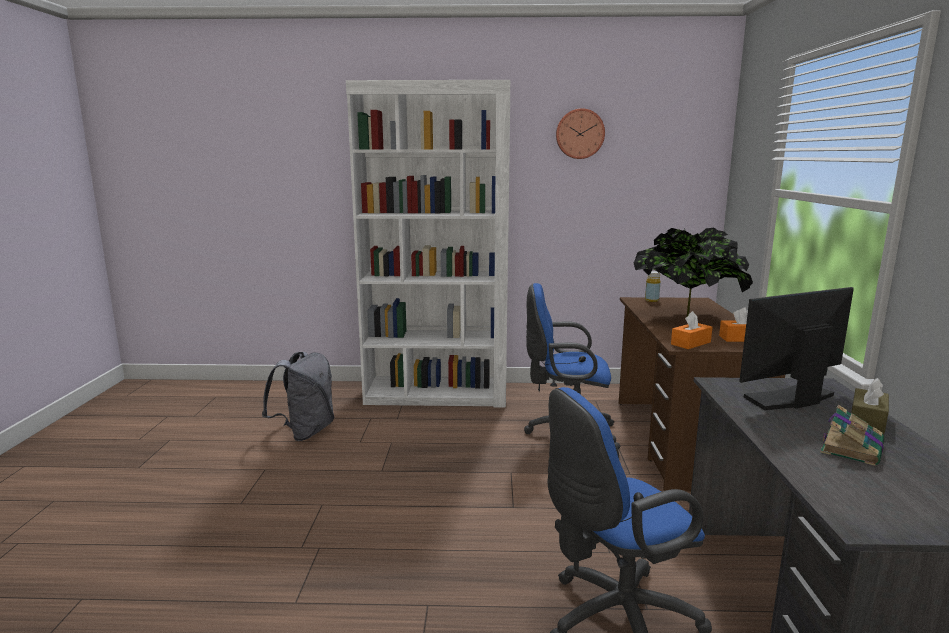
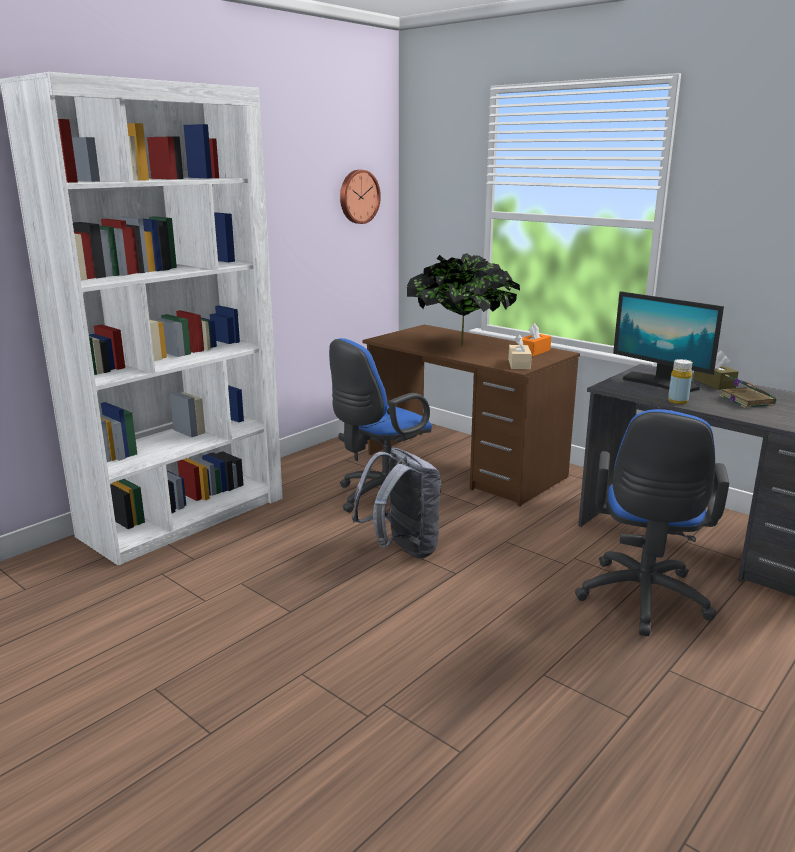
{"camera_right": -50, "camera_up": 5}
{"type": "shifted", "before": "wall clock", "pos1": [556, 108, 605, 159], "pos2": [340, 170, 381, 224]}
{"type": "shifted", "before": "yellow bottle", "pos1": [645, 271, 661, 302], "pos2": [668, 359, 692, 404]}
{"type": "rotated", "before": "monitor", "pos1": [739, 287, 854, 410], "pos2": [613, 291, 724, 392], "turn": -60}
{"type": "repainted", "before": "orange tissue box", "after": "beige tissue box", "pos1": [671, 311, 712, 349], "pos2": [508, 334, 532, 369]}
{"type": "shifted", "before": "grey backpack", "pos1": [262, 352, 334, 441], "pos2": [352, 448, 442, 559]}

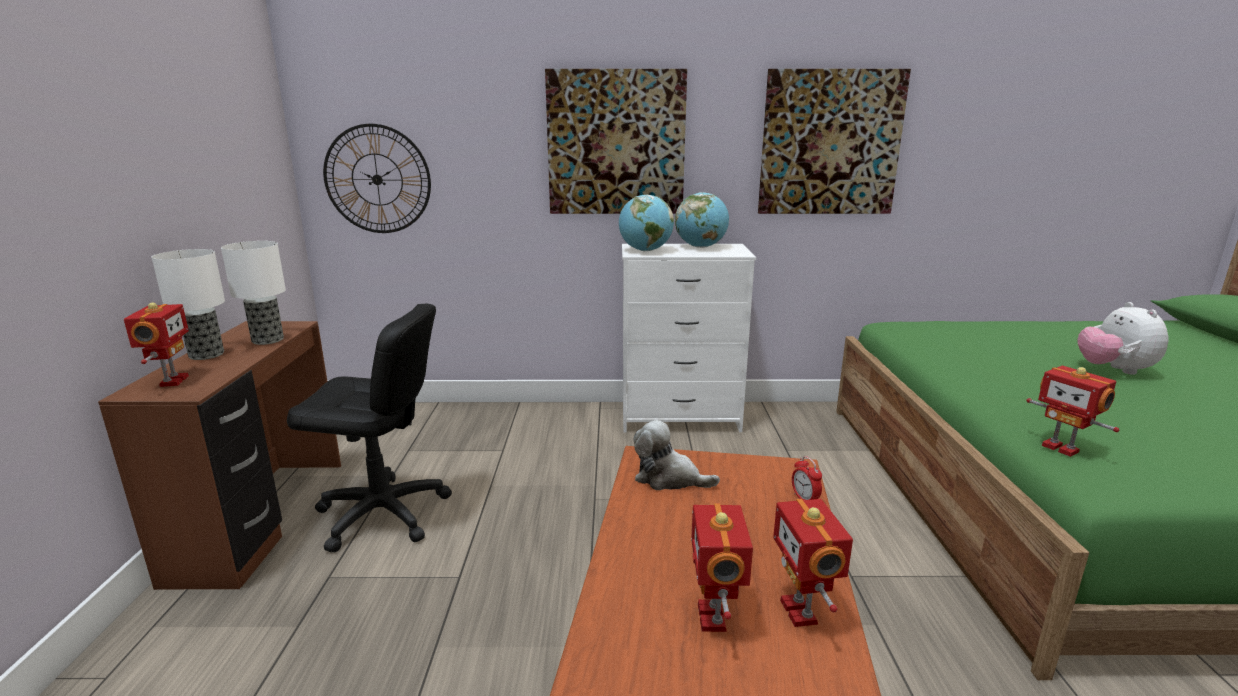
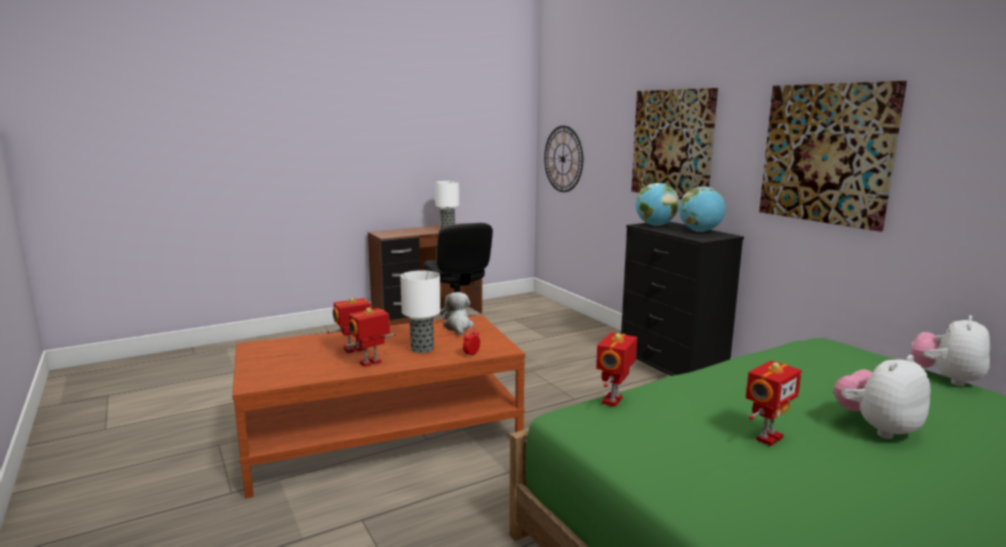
{"camera_right": 60, "camera_up": -5}
{"type": "repainted", "before": "white dresser", "after": "black dresser", "pos1": [622, 244, 756, 433], "pos2": [621, 221, 744, 376]}
{"type": "shifted", "before": "table lamp", "pos1": [152, 249, 225, 360], "pos2": [400, 270, 441, 353]}
{"type": "shifted", "before": "toy robot", "pos1": [124, 302, 189, 387], "pos2": [746, 361, 802, 446]}
{"type": "new", "after": "plush toy", "pos2": [911, 315, 990, 386]}

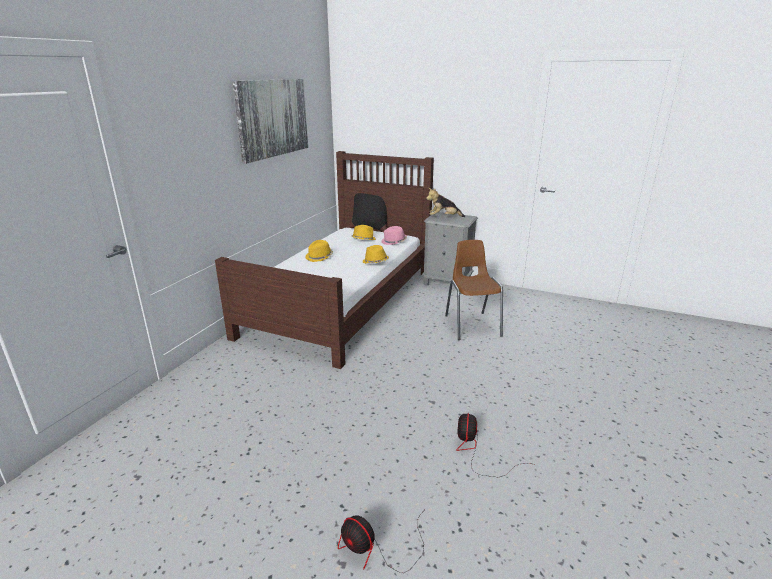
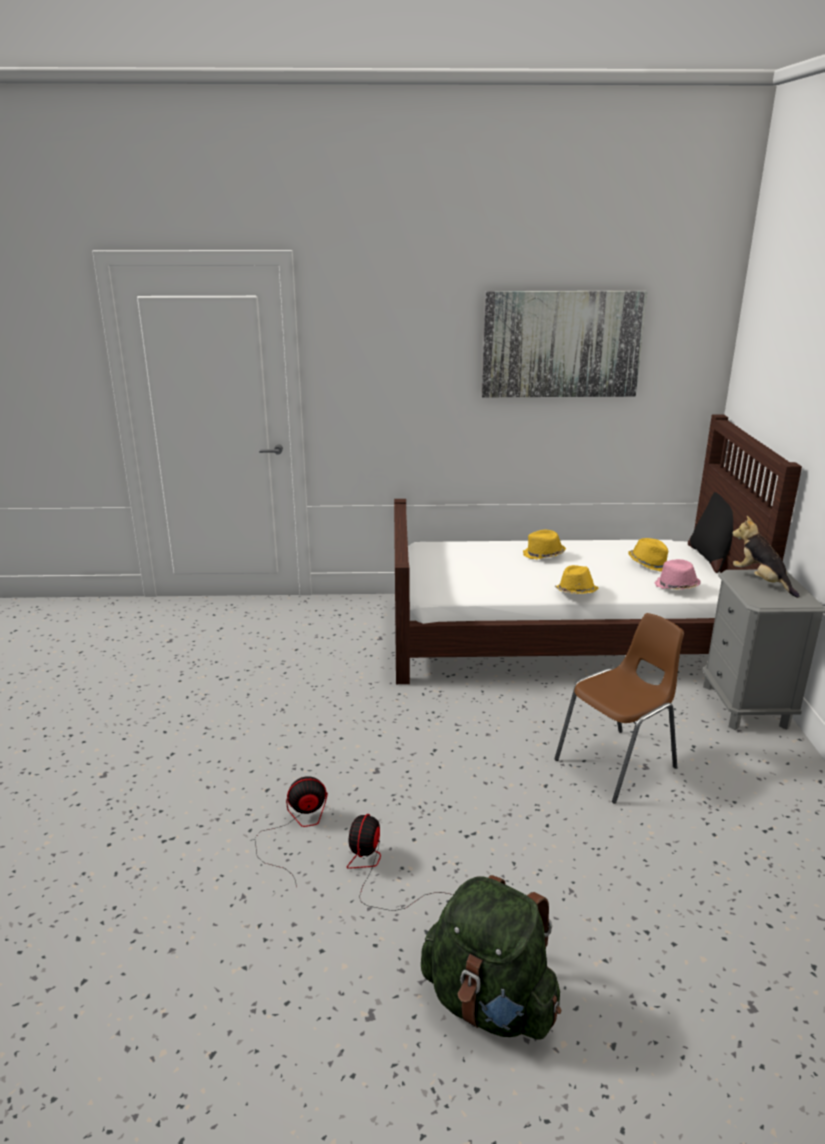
{"camera_right": 65, "camera_up": 0}
{"type": "shifted", "before": "fan", "pos1": [338, 512, 424, 573], "pos2": [347, 814, 454, 911]}
{"type": "new", "after": "green backpack", "pos2": [421, 875, 562, 1040]}

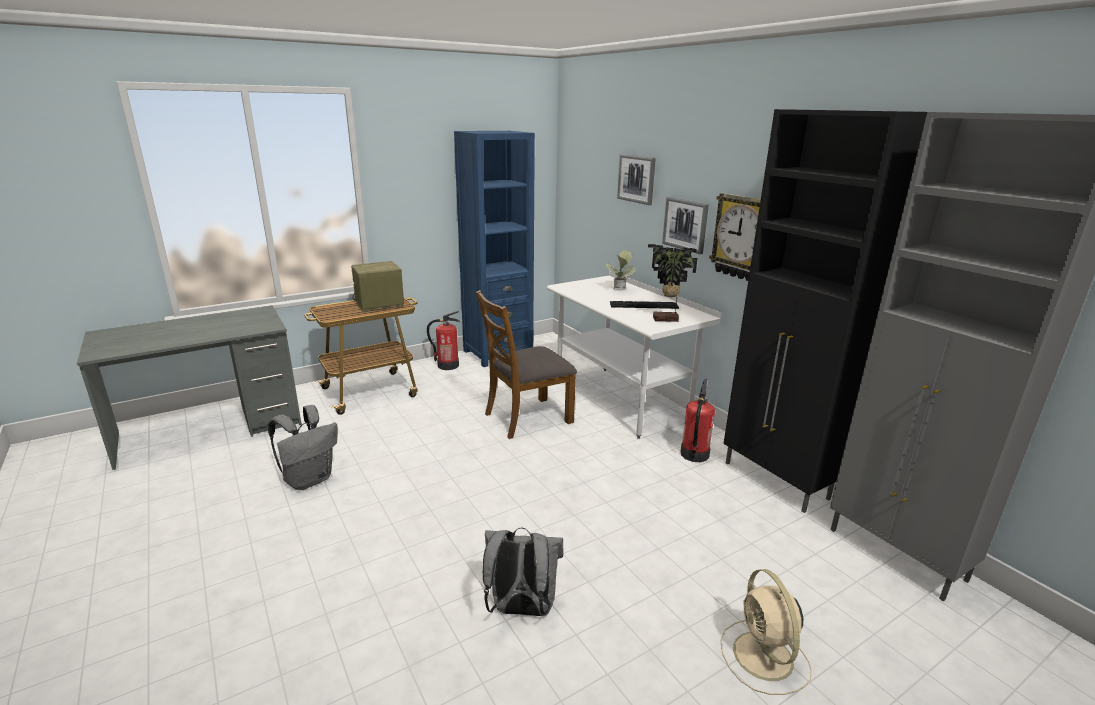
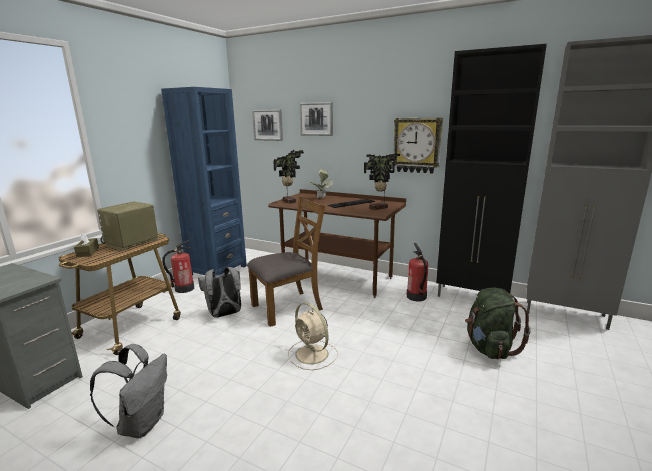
{"camera_right": -30, "camera_up": -5}
{"type": "shifted", "before": "picture", "pos1": [662, 197, 709, 254], "pos2": [252, 109, 283, 141]}
{"type": "repainted", "before": "white desk", "after": "brown desk", "pos1": [547, 271, 721, 439], "pos2": [268, 189, 406, 298]}
{"type": "rotated", "before": "brown chair", "pos1": [476, 290, 577, 439], "pos2": [247, 197, 325, 327], "turn": -150}
{"type": "shifted", "before": "grey backpack", "pos1": [483, 528, 563, 616], "pos2": [198, 267, 241, 318]}
{"type": "shifted", "before": "beige fan", "pos1": [720, 569, 812, 695], "pos2": [288, 303, 338, 370]}
{"type": "new", "after": "potted plant", "pos2": [273, 150, 304, 204]}
{"type": "new", "after": "brown tissue box", "pos2": [74, 232, 99, 257]}
{"type": "new", "after": "green backpack", "pos2": [465, 288, 531, 359]}

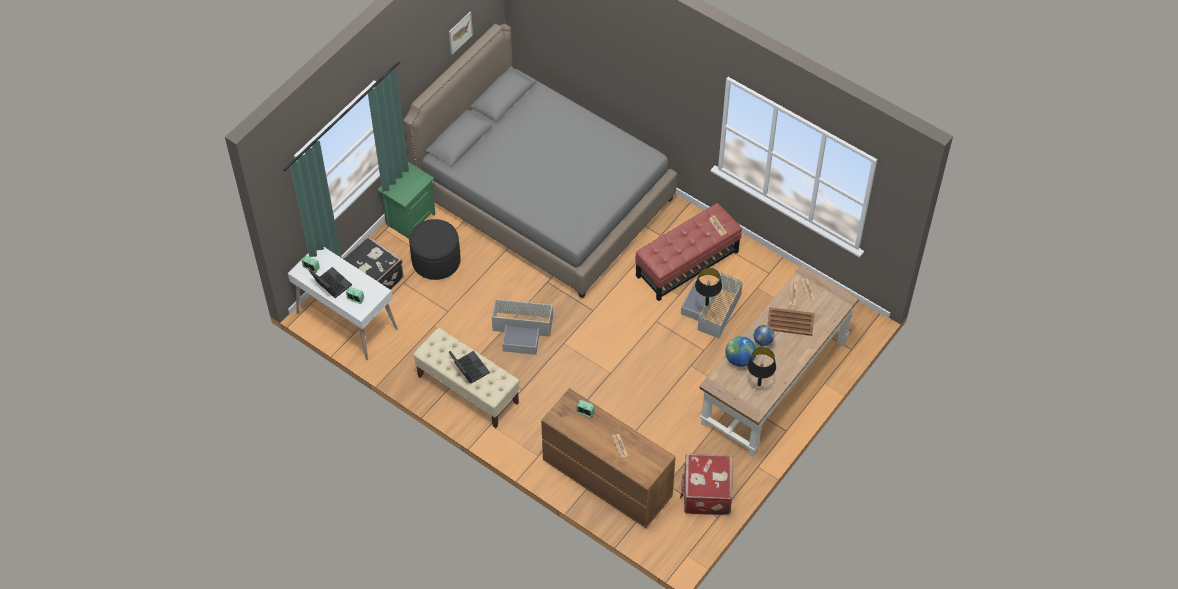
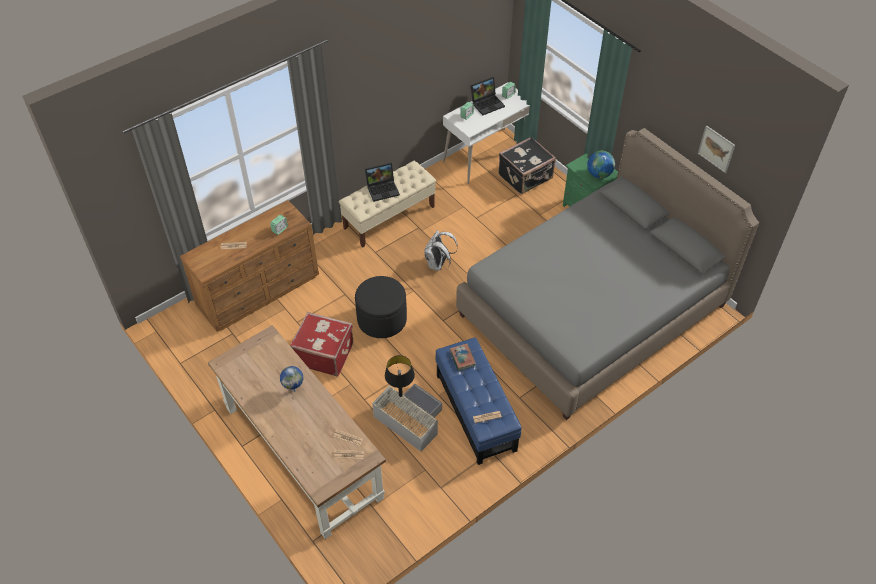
{"camera_right": 105, "camera_up": -5}
{"type": "repainted", "before": "red ottoman", "after": "blue ottoman", "pos1": [635, 203, 742, 301], "pos2": [435, 338, 522, 465]}
{"type": "shifted", "before": "black ottoman", "pos1": [409, 219, 461, 280], "pos2": [355, 276, 407, 338]}
{"type": "swapped", "before": "grey storage box", "after": "white backpack", "pos1": [492, 298, 553, 355], "pos2": [424, 230, 458, 271]}
{"type": "gone", "before": "brown tray", "pos1": [767, 307, 815, 336]}
{"type": "shifted", "before": "globe", "pos1": [726, 336, 756, 367], "pos2": [587, 151, 615, 178]}
{"type": "gone", "before": "black table lamp", "pos1": [747, 347, 776, 386]}
{"type": "shifted", "before": "red suitcase", "pos1": [680, 453, 733, 515], "pos2": [290, 312, 353, 376]}
{"type": "new", "after": "book", "pos2": [449, 344, 476, 371]}

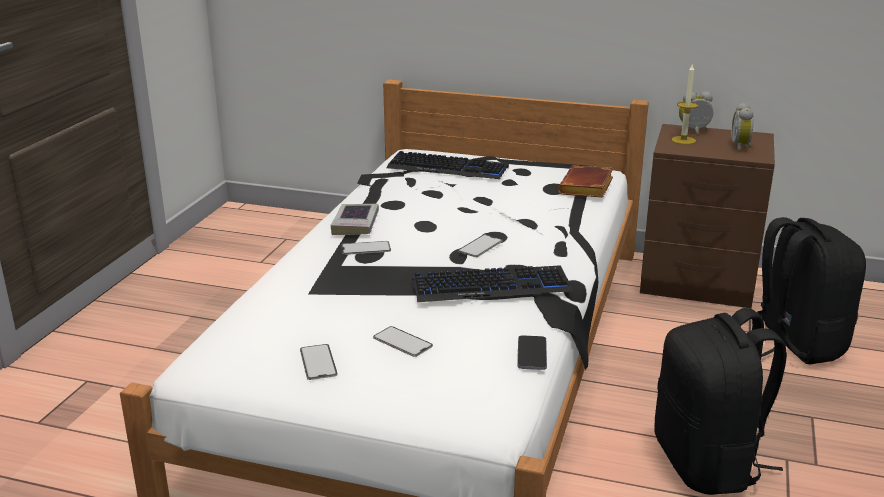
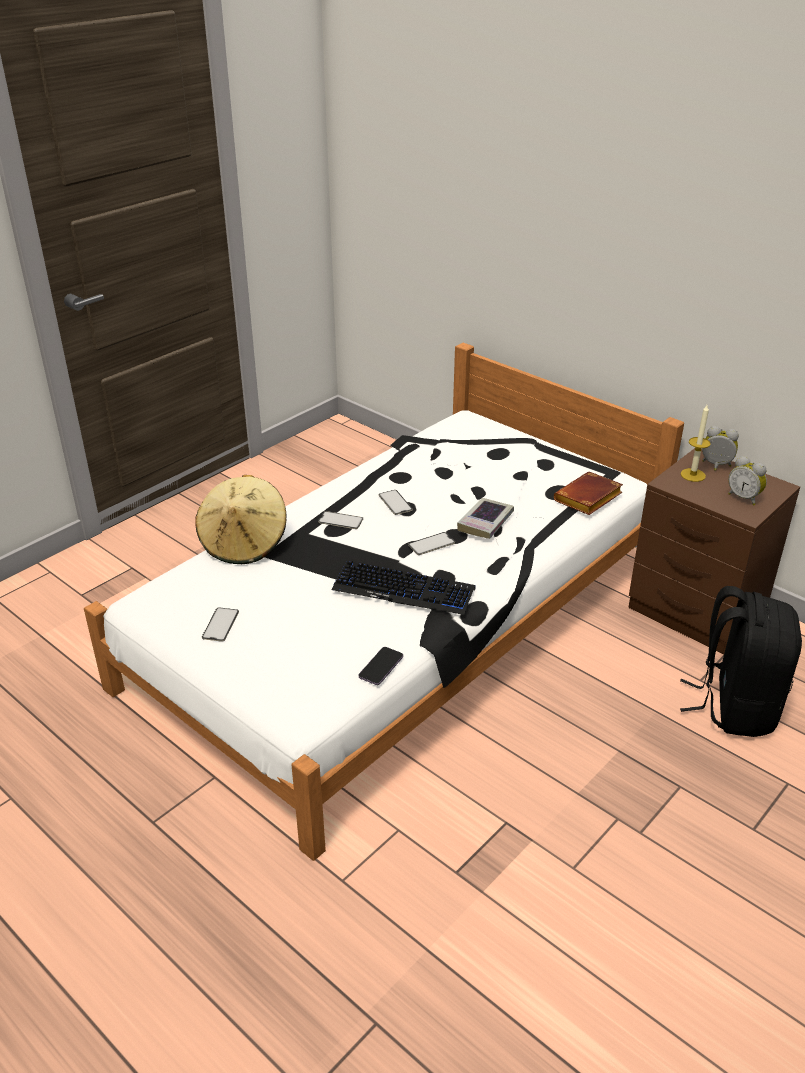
{"camera_right": 25, "camera_up": 10}
{"type": "rotated", "before": "alarm clock", "pos1": [732, 102, 754, 151], "pos2": [728, 456, 767, 506], "turn": -75}
{"type": "gone", "before": "keyboard", "pos1": [386, 151, 509, 179]}
{"type": "shifted", "before": "book", "pos1": [330, 204, 379, 235], "pos2": [457, 498, 514, 539]}
{"type": "gone", "before": "black backpack", "pos1": [654, 308, 787, 495]}
{"type": "shifted", "before": "phone", "pos1": [373, 326, 433, 357], "pos2": [379, 490, 413, 515]}
{"type": "new", "after": "beige hat", "pos2": [195, 475, 287, 564]}

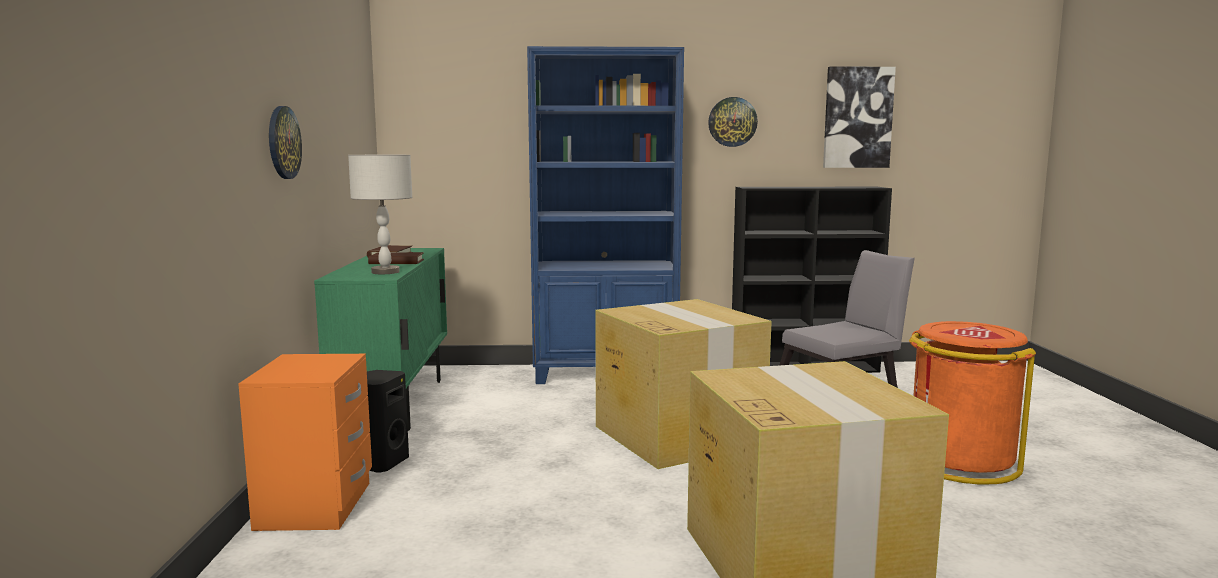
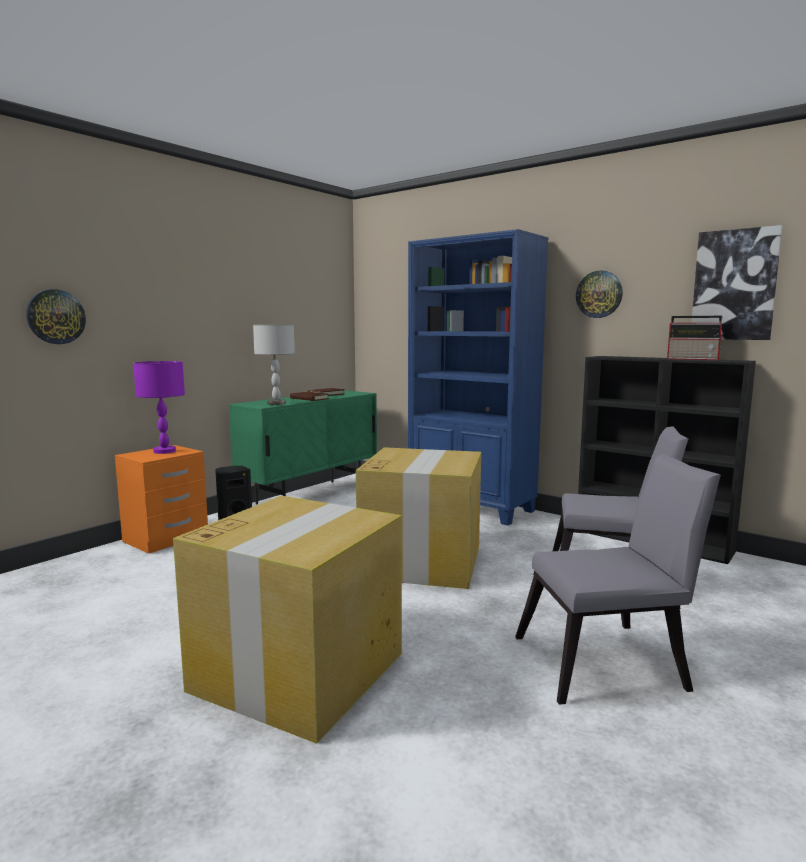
{"camera_right": 40, "camera_up": 0}
{"type": "shifted", "before": "wall clock", "pos1": [269, 106, 302, 179], "pos2": [26, 289, 86, 344]}
{"type": "swapped", "before": "orange trash can", "after": "grey chair", "pos1": [909, 321, 1036, 485], "pos2": [515, 454, 721, 705]}
{"type": "new", "after": "radio", "pos2": [667, 316, 724, 360]}
{"type": "new", "after": "purple table lamp", "pos2": [133, 361, 185, 454]}

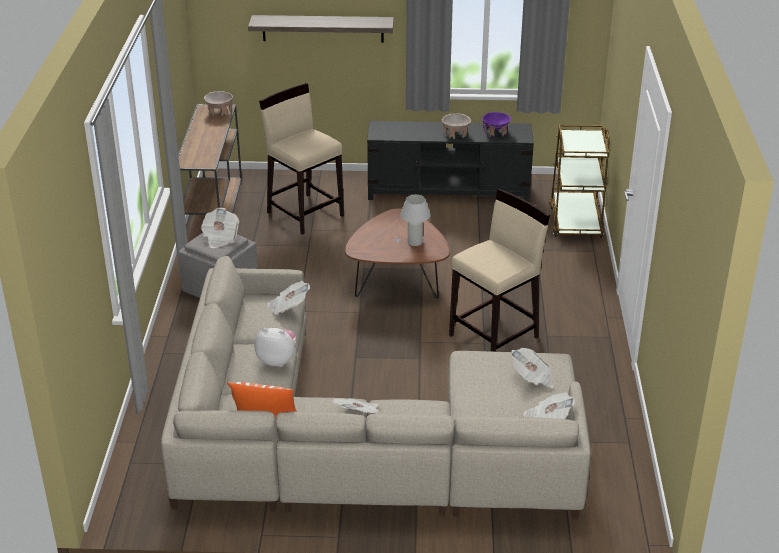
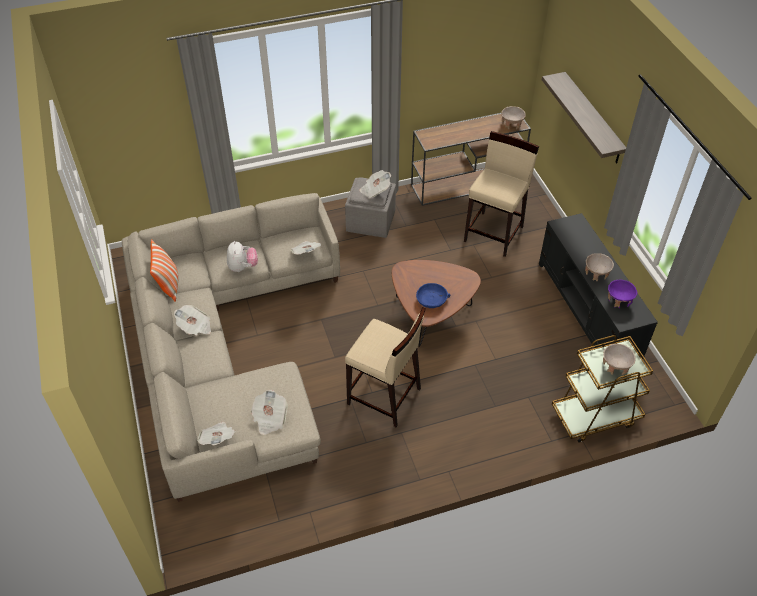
{"camera_right": 70, "camera_up": 15}
{"type": "swapped", "before": "white table lamp", "after": "blue bowl", "pos1": [400, 195, 431, 246], "pos2": [416, 283, 450, 308]}
{"type": "new", "after": "beige bowl", "pos2": [603, 344, 636, 375]}

